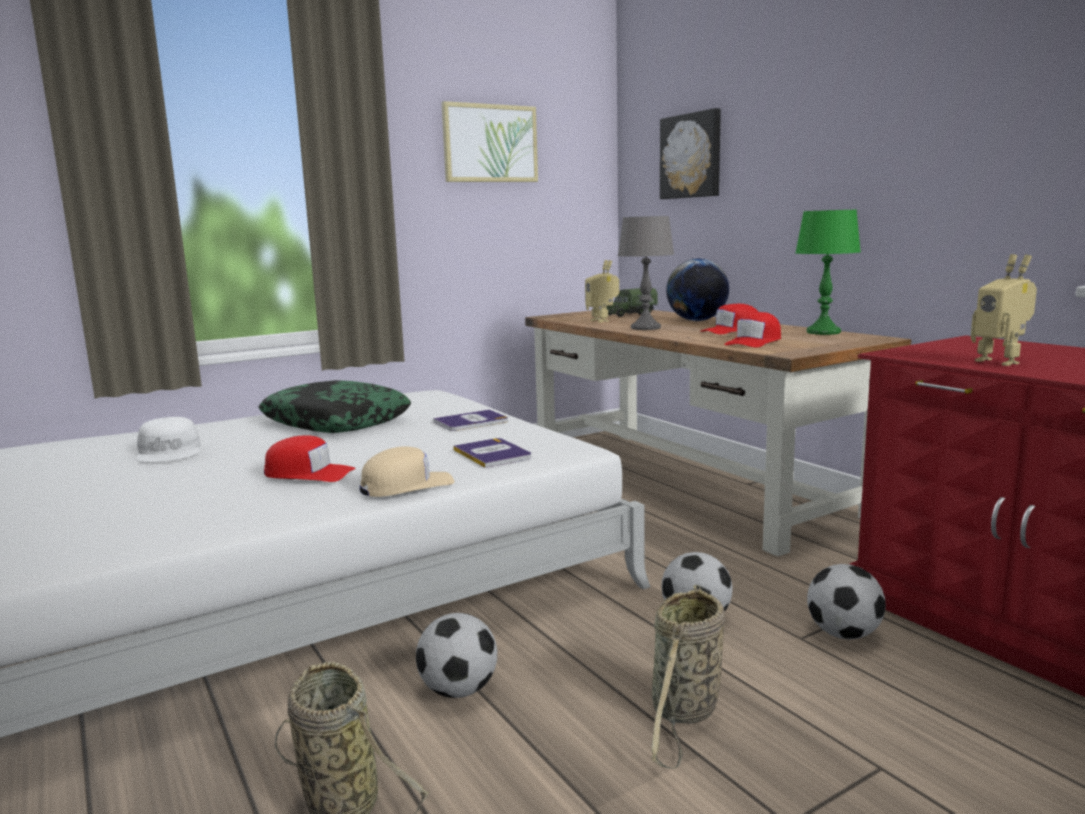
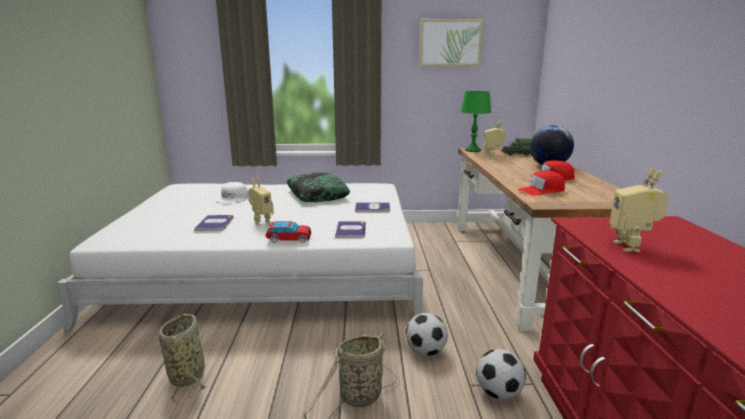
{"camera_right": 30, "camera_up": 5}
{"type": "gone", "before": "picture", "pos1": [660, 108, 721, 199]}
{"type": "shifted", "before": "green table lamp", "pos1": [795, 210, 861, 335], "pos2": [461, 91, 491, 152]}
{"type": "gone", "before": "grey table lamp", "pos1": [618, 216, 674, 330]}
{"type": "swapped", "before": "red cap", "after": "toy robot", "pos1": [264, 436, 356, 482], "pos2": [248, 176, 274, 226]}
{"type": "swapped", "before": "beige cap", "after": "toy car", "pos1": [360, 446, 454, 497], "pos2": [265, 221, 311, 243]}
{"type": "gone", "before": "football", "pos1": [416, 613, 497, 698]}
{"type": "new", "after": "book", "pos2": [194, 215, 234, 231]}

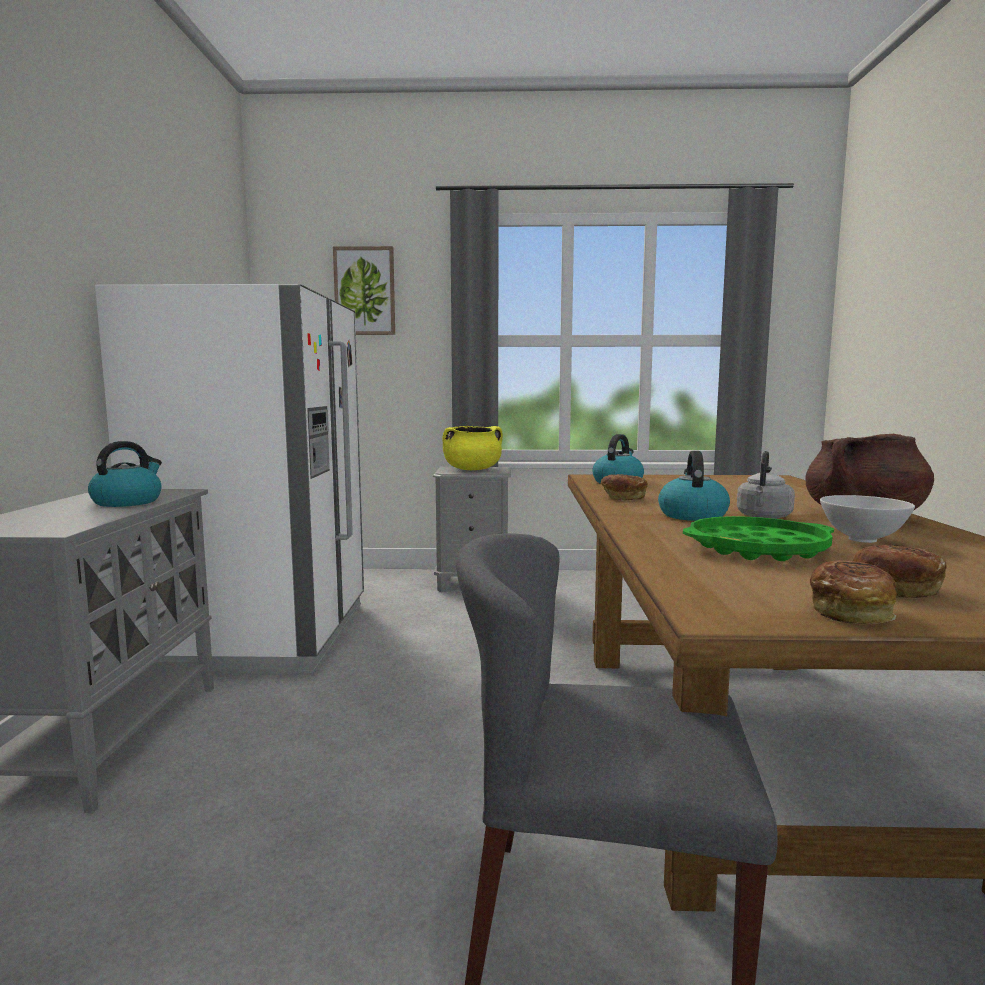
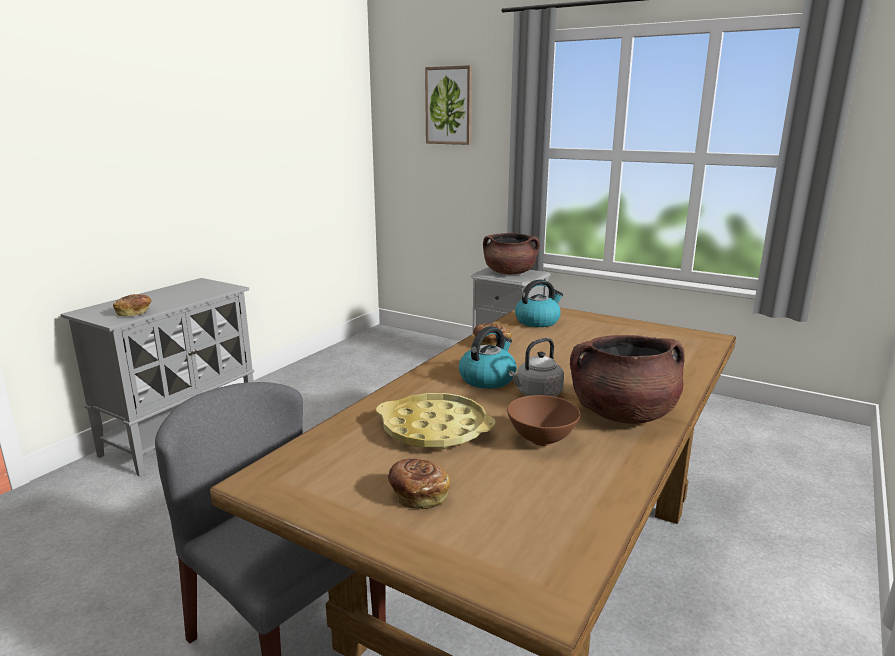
{"camera_right": 30, "camera_up": 10}
{"type": "gone", "before": "white fridge", "pos1": [95, 284, 364, 676]}
{"type": "repainted", "before": "yellow cooking pot", "after": "brown cooking pot", "pos1": [442, 426, 503, 470], "pos2": [483, 233, 540, 274]}
{"type": "gone", "before": "kettle", "pos1": [88, 441, 162, 507]}
{"type": "repainted", "before": "white bowl", "after": "brown bowl", "pos1": [820, 495, 915, 543], "pos2": [507, 395, 580, 446]}
{"type": "repainted", "before": "green tray", "after": "yellow tray", "pos1": [683, 516, 834, 561], "pos2": [376, 393, 496, 449]}
{"type": "shifted", "before": "bread", "pos1": [810, 560, 897, 624], "pos2": [113, 294, 151, 316]}

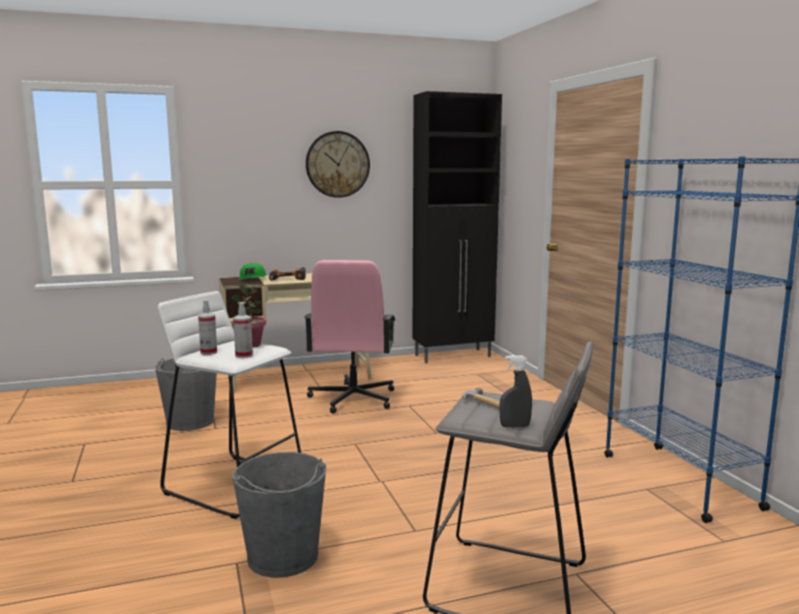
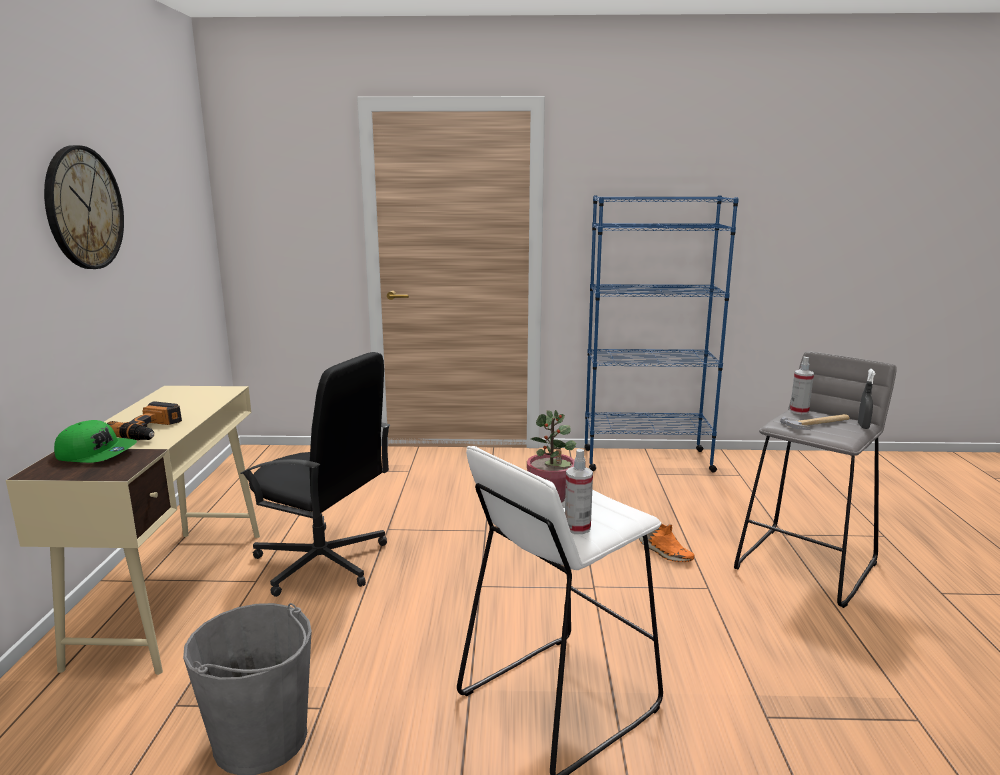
{"camera_right": -70, "camera_up": 5}
{"type": "gone", "before": "black cabinet", "pos1": [413, 91, 502, 363]}
{"type": "repainted", "before": "pink office chair", "after": "black office chair", "pos1": [304, 260, 395, 414], "pos2": [240, 352, 390, 597]}
{"type": "shifted", "before": "spray bottle", "pos1": [233, 302, 253, 358], "pos2": [790, 357, 814, 415]}
{"type": "gone", "before": "grey bucket", "pos1": [232, 452, 326, 578]}
{"type": "new", "after": "orange shoe", "pos2": [639, 524, 694, 562]}

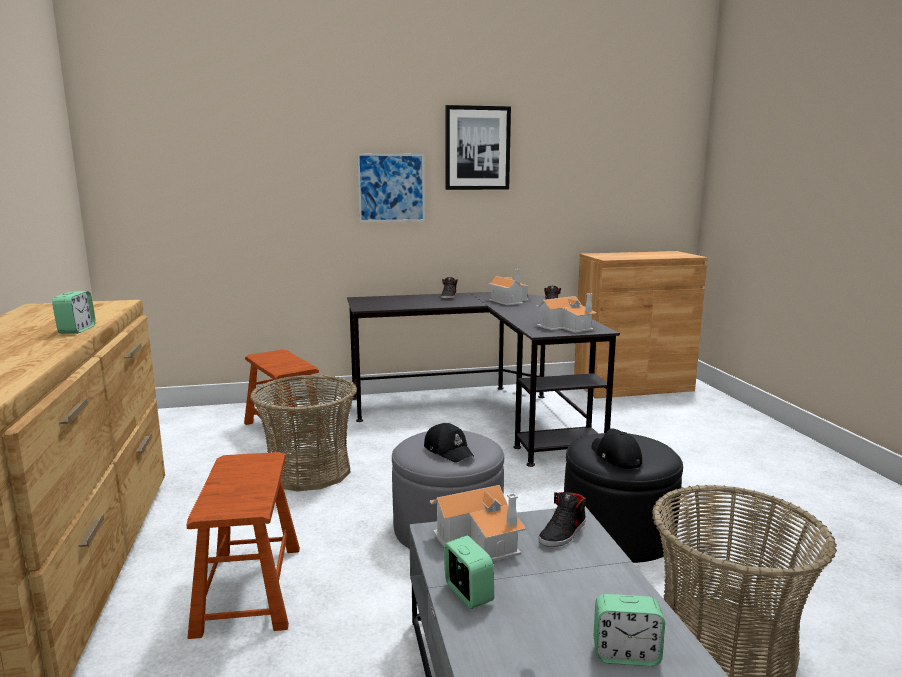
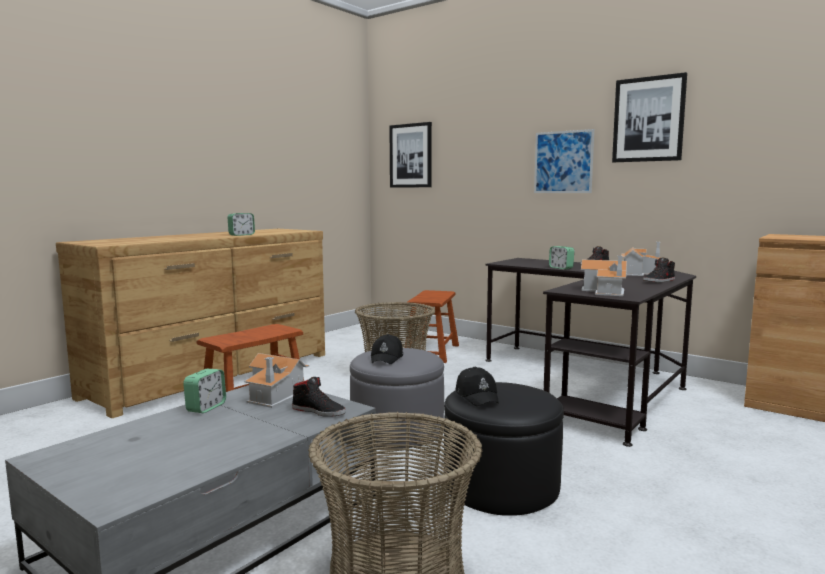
{"camera_right": 50, "camera_up": -5}
{"type": "rotated", "before": "black cap", "pos1": [591, 428, 642, 469], "pos2": [456, 367, 499, 406], "turn": 135}
{"type": "rotated", "before": "black shoe", "pos1": [539, 492, 586, 547], "pos2": [292, 377, 346, 417], "turn": -150}
{"type": "shifted", "before": "alarm clock", "pos1": [594, 594, 665, 666], "pos2": [549, 246, 574, 269]}
{"type": "new", "after": "picture", "pos2": [389, 122, 432, 188]}

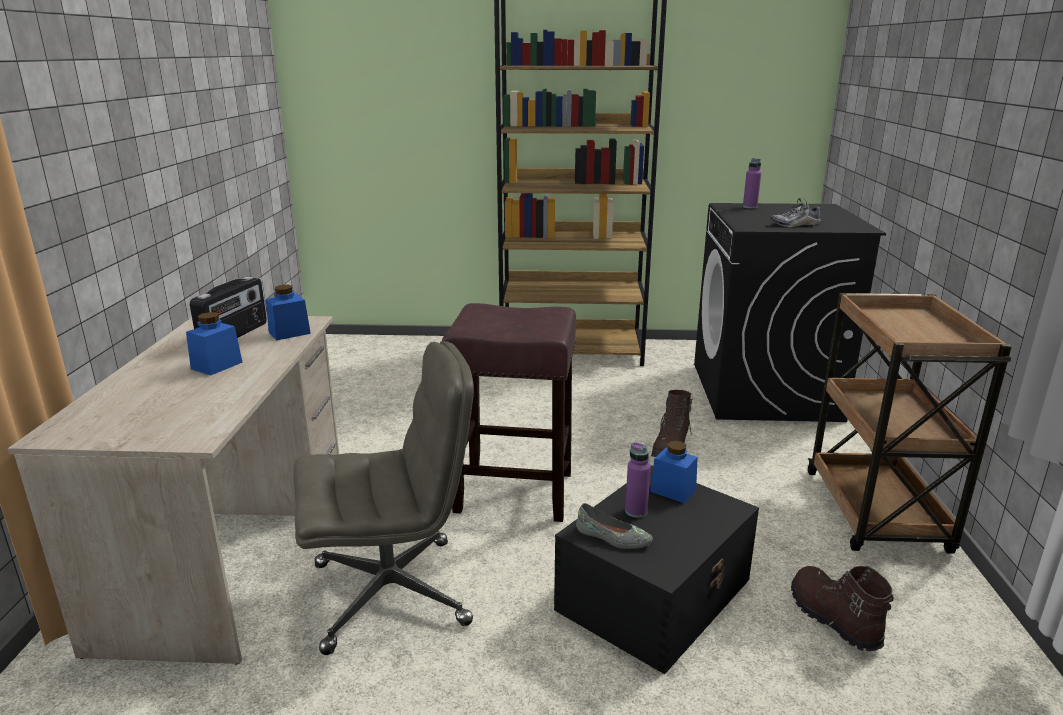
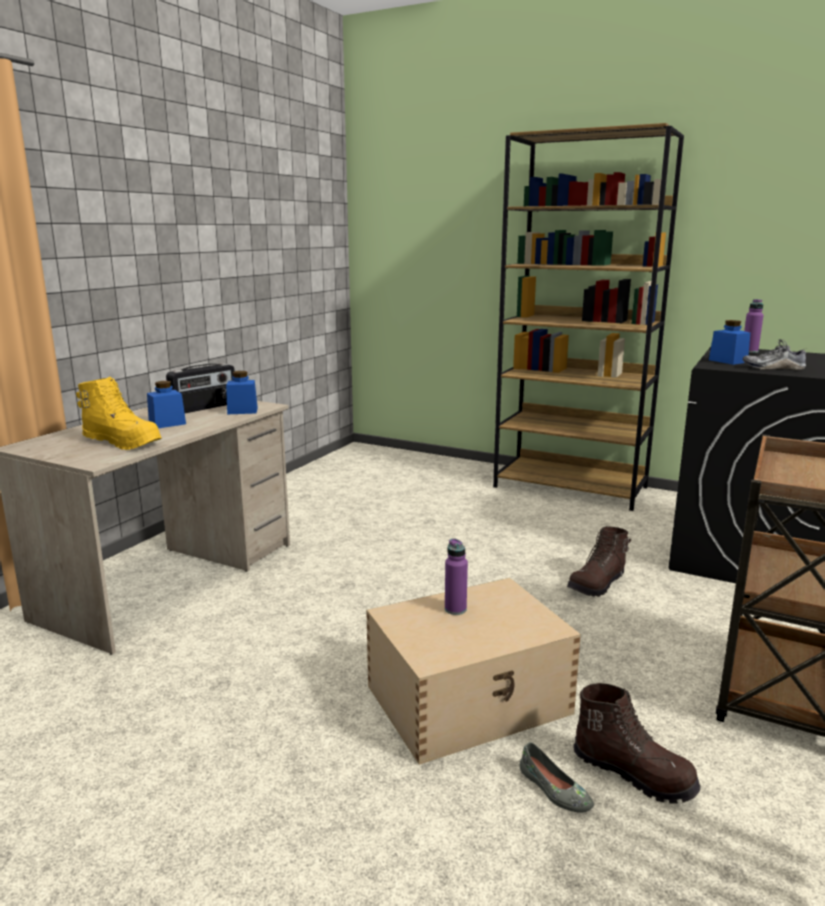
{"camera_right": 25, "camera_up": -5}
{"type": "gone", "before": "brown stool", "pos1": [442, 303, 576, 522]}
{"type": "gone", "before": "grey office chair", "pos1": [293, 341, 474, 655]}
{"type": "shifted", "before": "blue jar", "pos1": [650, 441, 698, 503], "pos2": [709, 320, 750, 365]}
{"type": "repainted", "before": "black storage box", "after": "beige storage box", "pos1": [554, 465, 759, 674], "pos2": [366, 578, 581, 765]}
{"type": "shifted", "before": "grey shoe", "pos1": [576, 503, 653, 549], "pos2": [520, 742, 594, 813]}
{"type": "rotated", "before": "brown boot", "pos1": [791, 566, 894, 651], "pos2": [573, 683, 700, 803], "turn": 120}
{"type": "new", "after": "yellow boot", "pos2": [76, 377, 162, 450]}

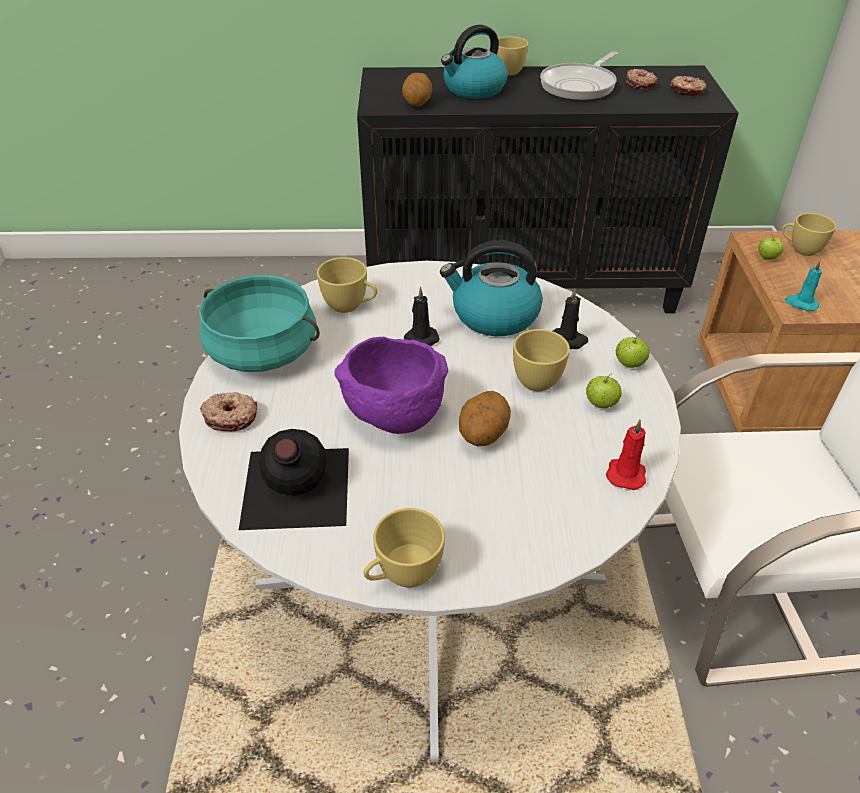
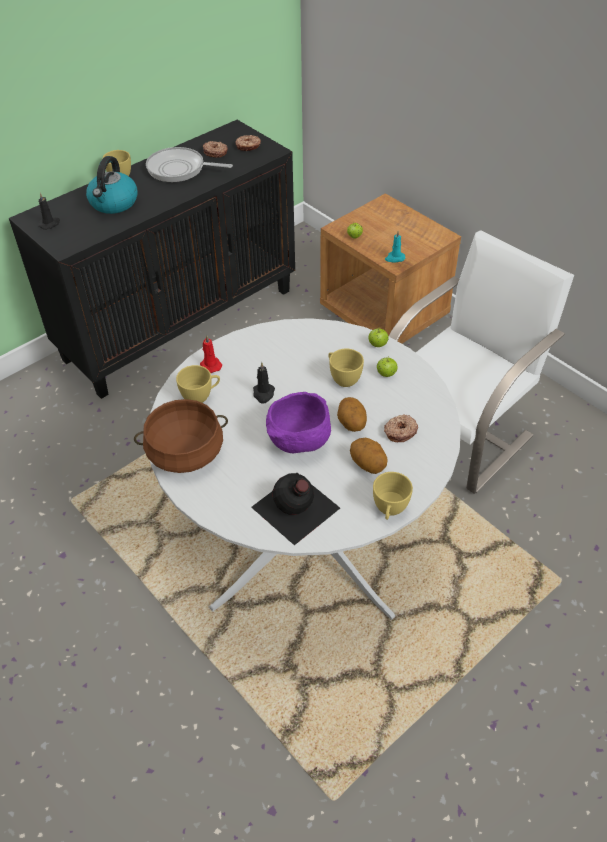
{"camera_right": -40, "camera_up": 5}
{"type": "rotated", "before": "frying pan", "pos1": [540, 51, 618, 100], "pos2": [146, 147, 233, 182], "turn": 105}
{"type": "shifted", "before": "potato", "pos1": [402, 73, 432, 106], "pos2": [350, 438, 387, 474]}
{"type": "gone", "before": "yellow cup", "pos1": [782, 213, 836, 256]}
{"type": "gone", "before": "kettle", "pos1": [440, 240, 543, 336]}
{"type": "repainted", "before": "turquoise cooking pot", "after": "brown cooking pot", "pos1": [199, 275, 320, 372], "pos2": [134, 399, 228, 473]}
{"type": "shifted", "before": "black candle", "pos1": [553, 288, 588, 349], "pos2": [39, 193, 60, 230]}
{"type": "shifted", "before": "donut", "pos1": [200, 392, 257, 431], "pos2": [384, 414, 418, 442]}
{"type": "shifted", "before": "red candle", "pos1": [606, 420, 646, 490], "pos2": [200, 335, 222, 373]}

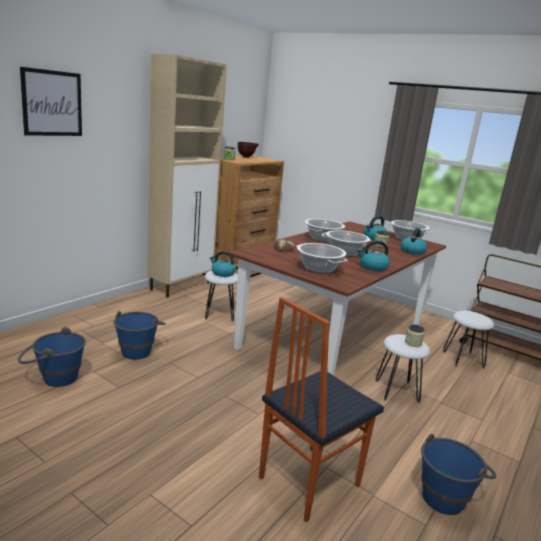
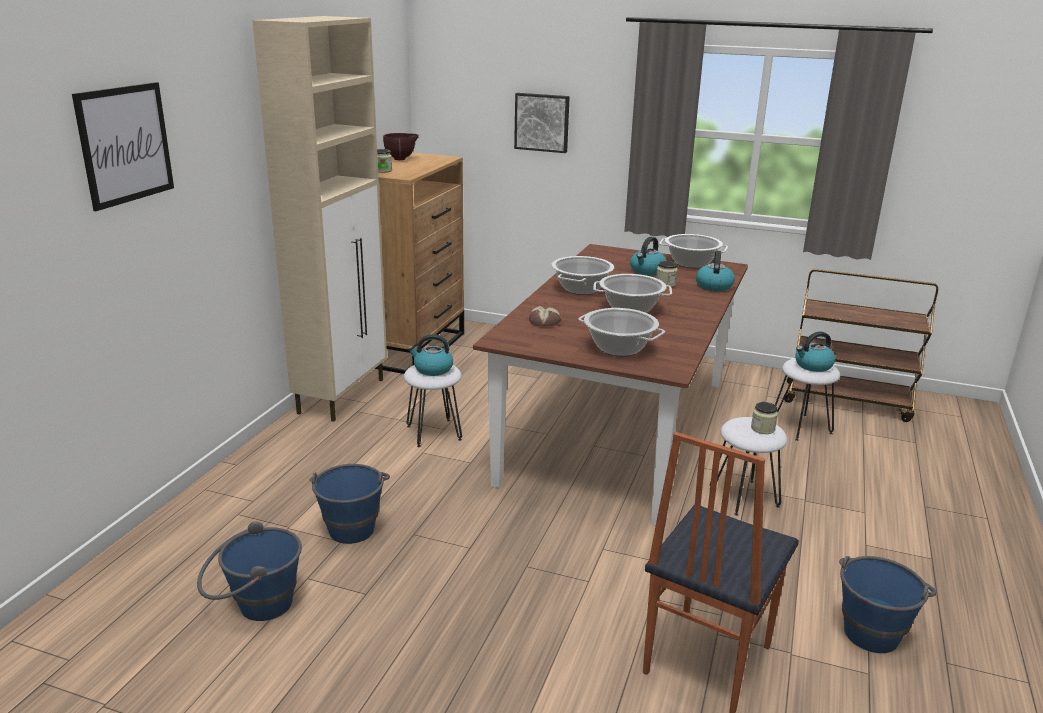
{"camera_right": -15, "camera_up": 5}
{"type": "shifted", "before": "kettle", "pos1": [358, 240, 390, 271], "pos2": [795, 331, 835, 372]}
{"type": "new", "after": "picture", "pos2": [514, 93, 570, 153]}

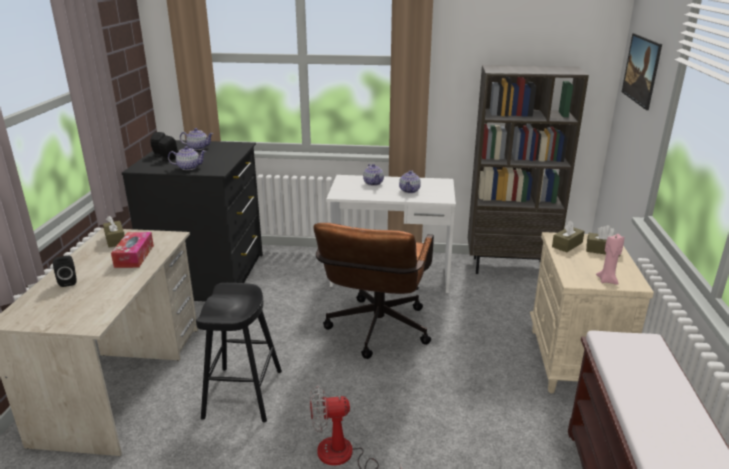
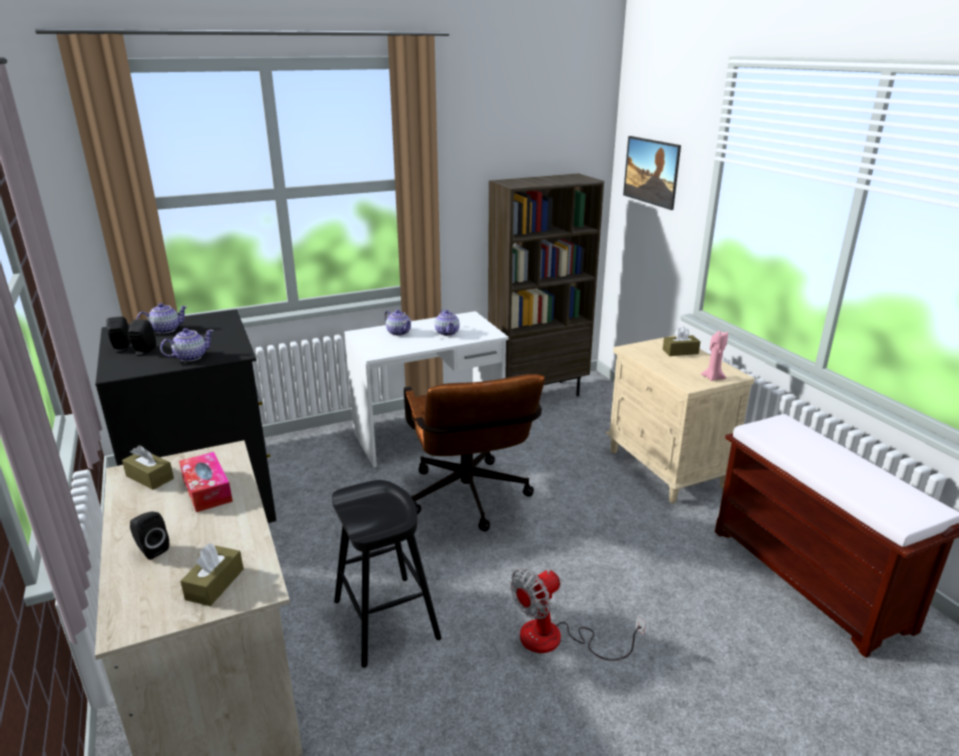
{"camera_right": -30, "camera_up": 0}
{"type": "shifted", "before": "brown tissue box", "pos1": [552, 220, 585, 252], "pos2": [180, 543, 244, 606]}

